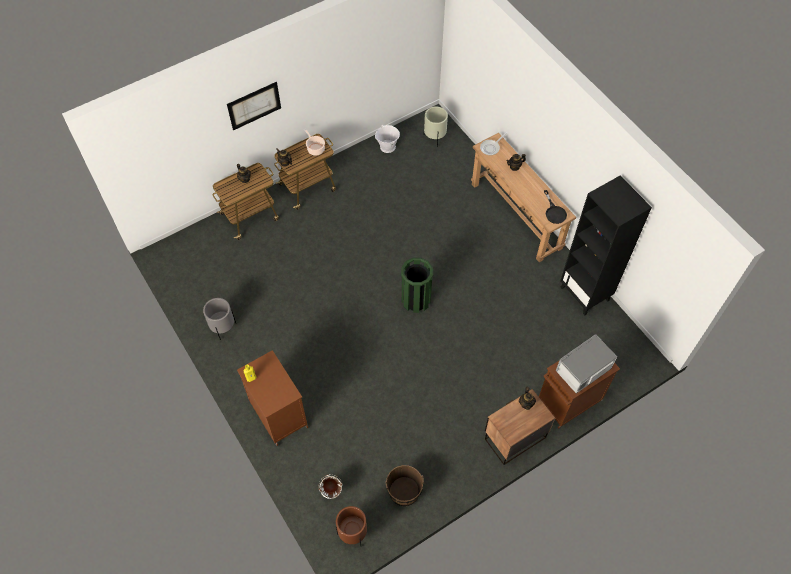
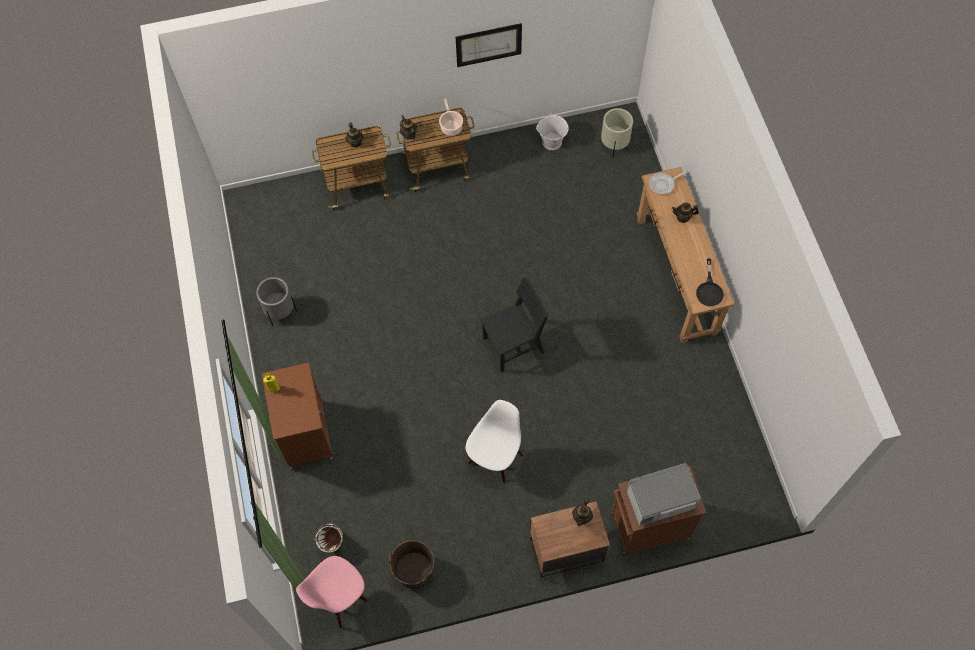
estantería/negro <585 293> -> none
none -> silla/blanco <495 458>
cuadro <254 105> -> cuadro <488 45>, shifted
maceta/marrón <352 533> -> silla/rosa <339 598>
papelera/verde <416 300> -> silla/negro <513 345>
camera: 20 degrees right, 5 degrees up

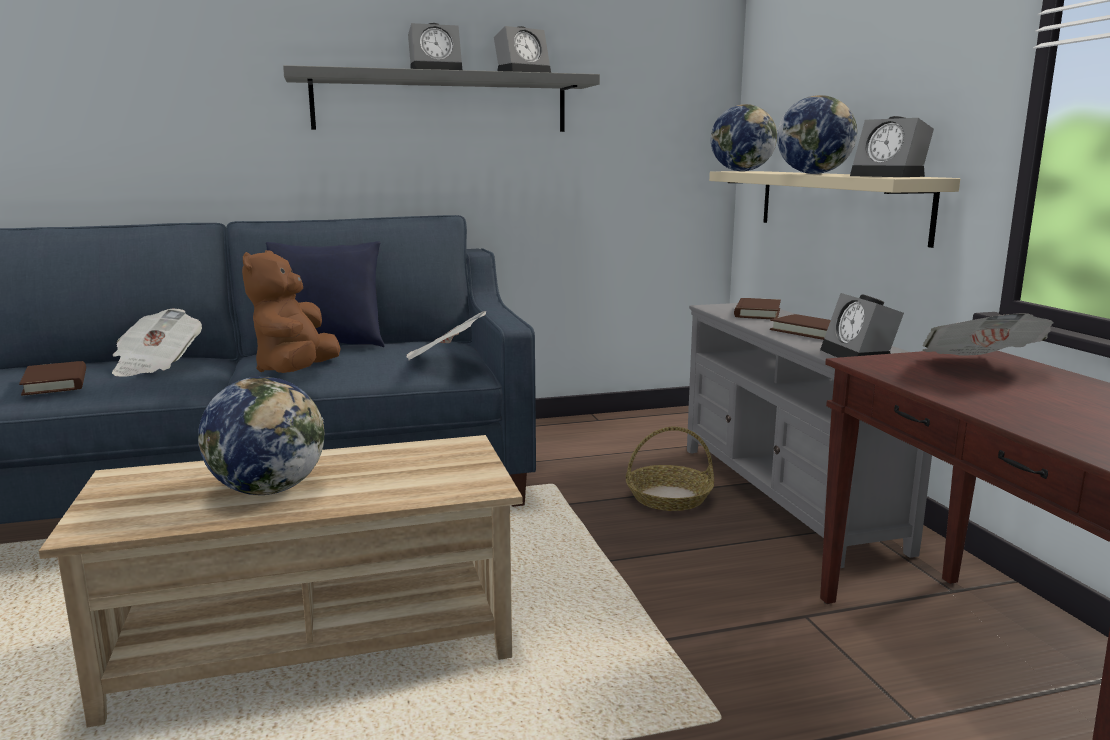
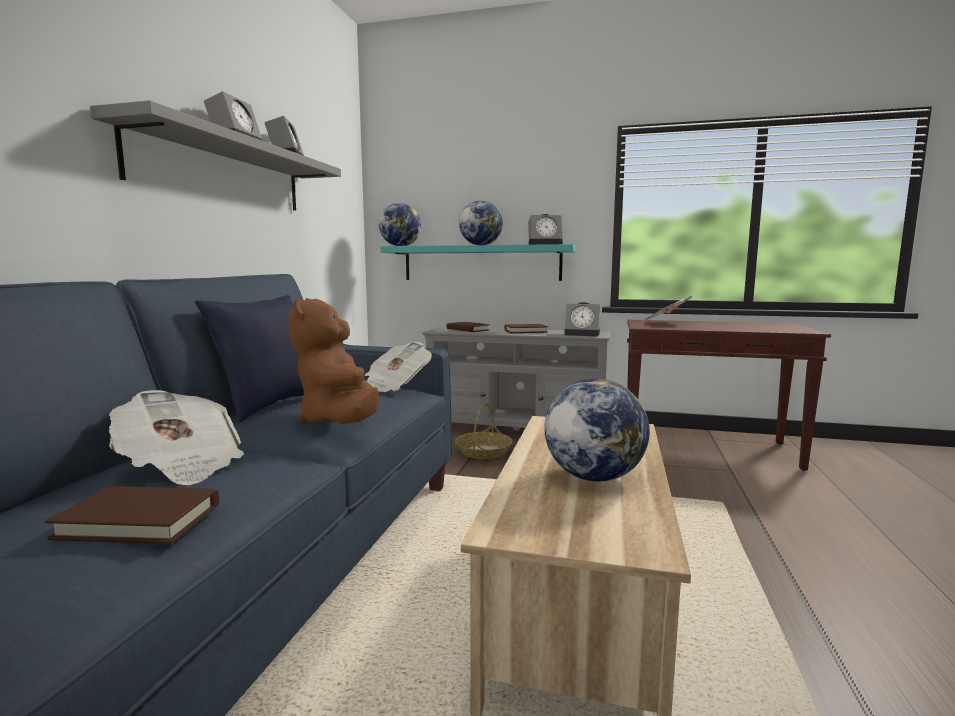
estante/beis <838 203> -> estante/turquesa <481 263>
peluche/marrón <296 372> -> peluche/marrón <341 422>, 45 degrees clockwise
camera: 60 degrees left, 5 degrees down

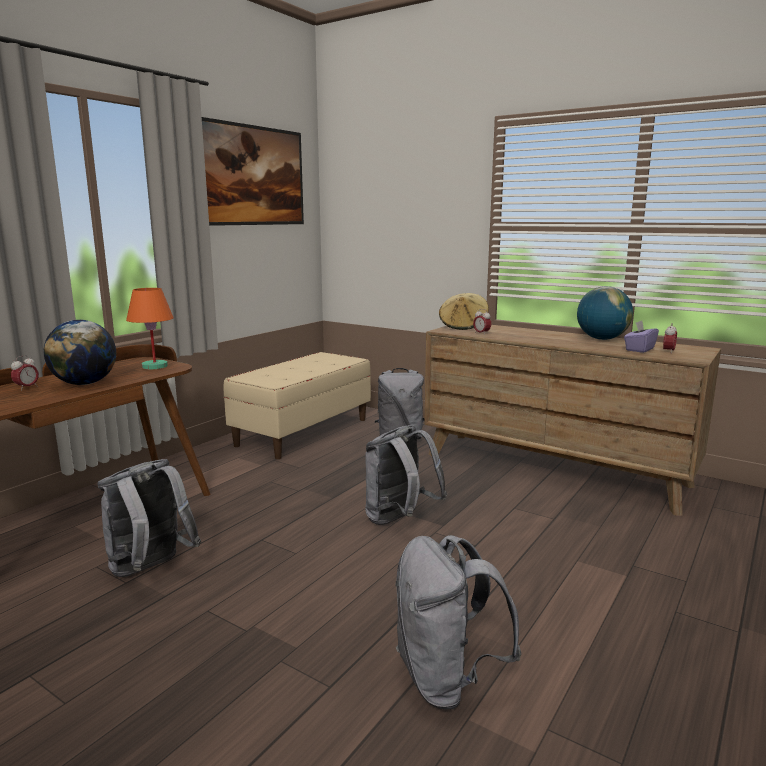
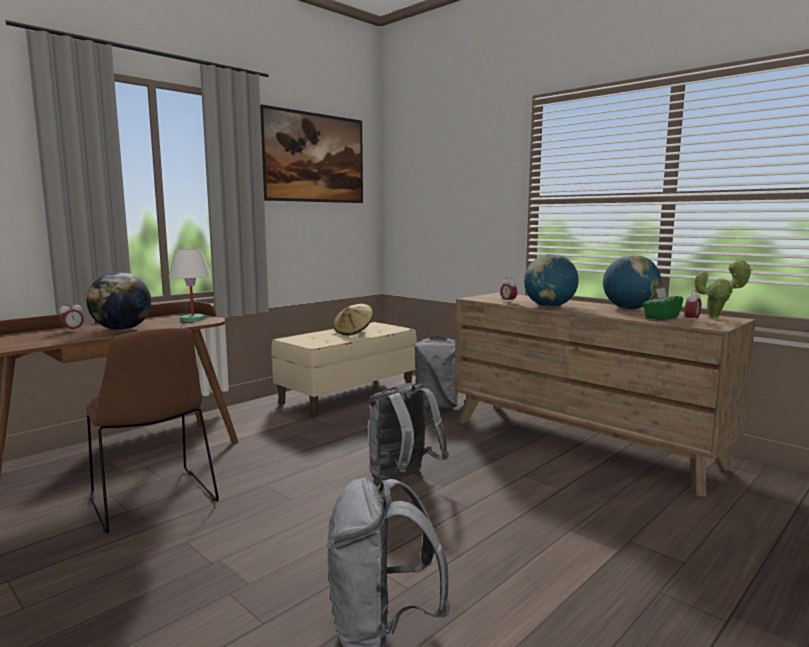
none -> globo terráqueo <549 306>
none -> planta en maceta <717 318>
sombrero/beis <463 326> -> sombrero/beis <353 332>, shifted
mochila/gris <150 570> -> silla/marrón <154 502>
lámpara de mesa/naranja <154 366> -> lámpara de mesa/blanco <192 319>
caja de pañuelos/morado <639 349> -> caja de pañuelos/verde <661 317>
camera: 10 degrees right, 5 degrees down

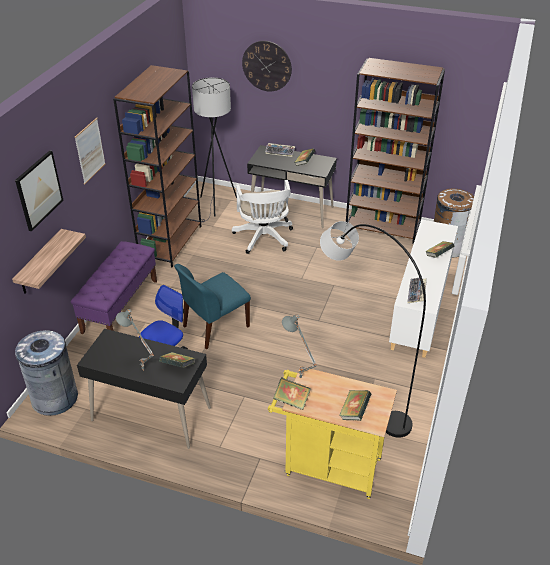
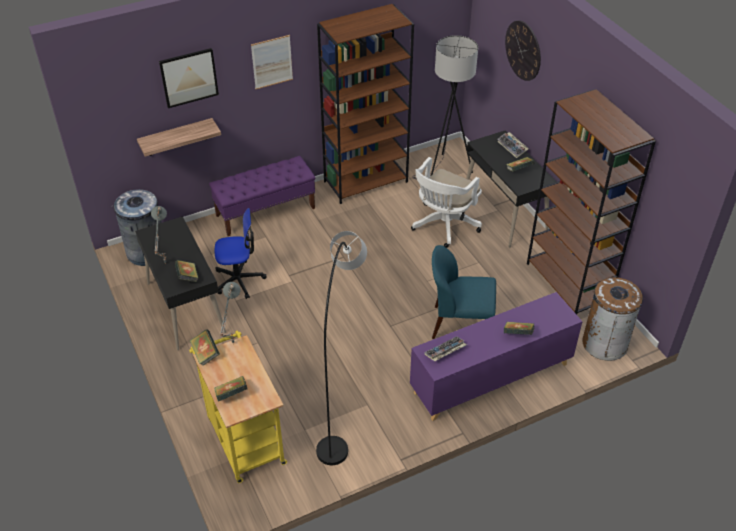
silla/azul <214 327> -> silla/azul <459 324>, shifted
armario/blanco <420 308> -> armario/morado <490 378>
camera: 45 degrees right, 5 degrees up

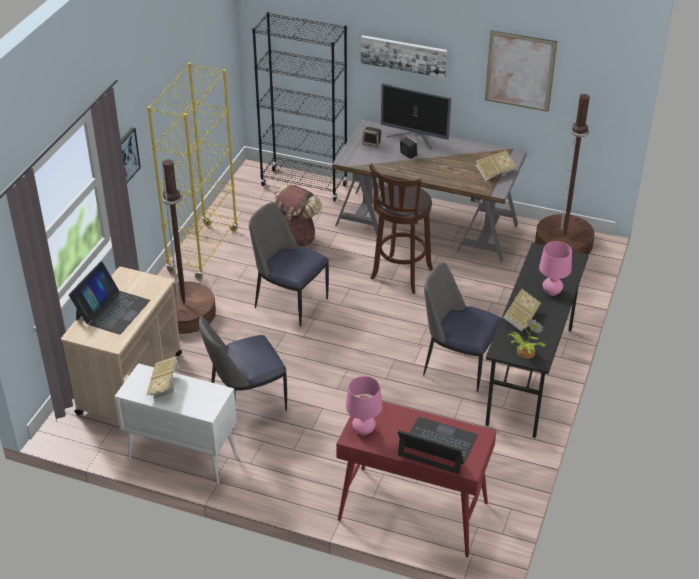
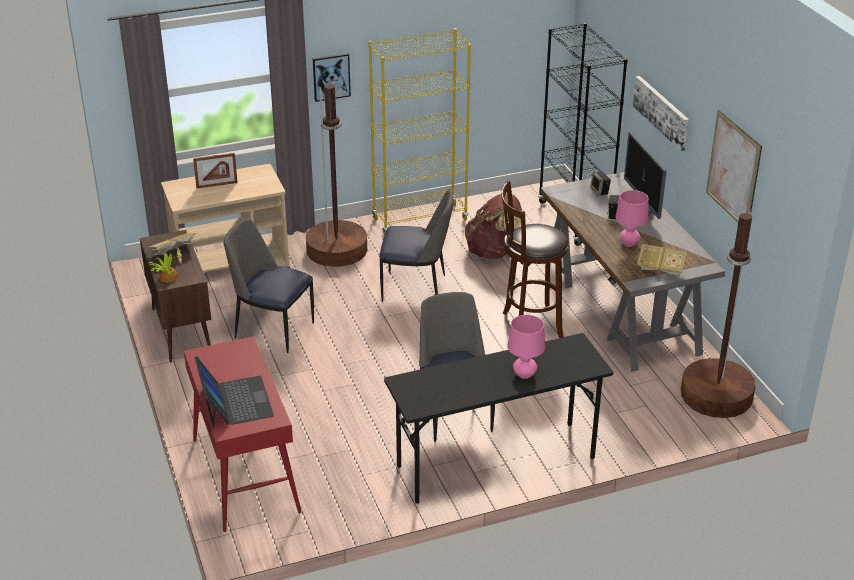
libro <520 318> -> none
lámpara de mesa/rosa <363 430> -> lámpara de mesa/rosa <629 244>, shifted
planta en maceta <524 352> -> planta en maceta <168 276>, shifted
portátil <112 310> -> portarretratos <217 185>
armario/blanco <181 456> -> armario/marrón <181 330>
silla <289 302> -> silla <416 289>, 105 degrees clockwise
camera: 50 degrees right, 5 degrees down

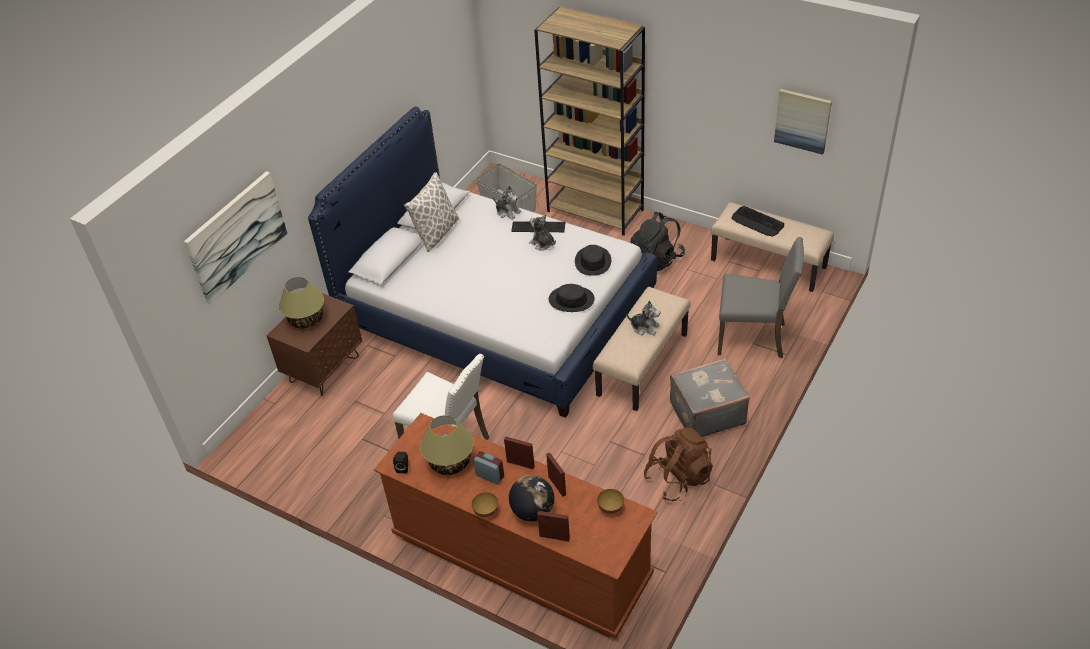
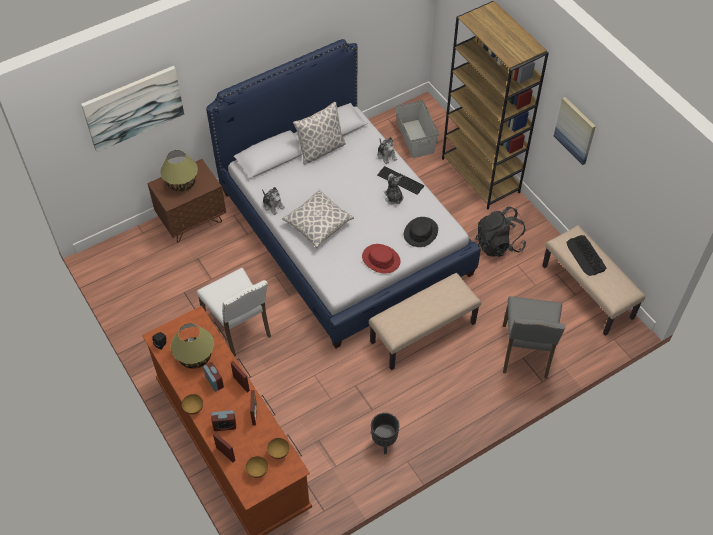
maleta/gris <706 413> -> none
none -> cuenco <257 471>
none -> cojín <318 225>
peluche <644 327> -> peluche <273 205>, shifted
cuadro <802 120> -> cuadro <575 130>, shifted
globo terráqueo <533 511> -> despertador <225 426>
mochila/marrón <678 479> -> maceta/negro <384 442>
sombrero/negro <571 299> -> sombrero/rojo <381 259>
silla/gris <753 337> -> silla/gris <526 352>, 60 degrees clockwise
camera: 25 degrees right, 10 degrees up

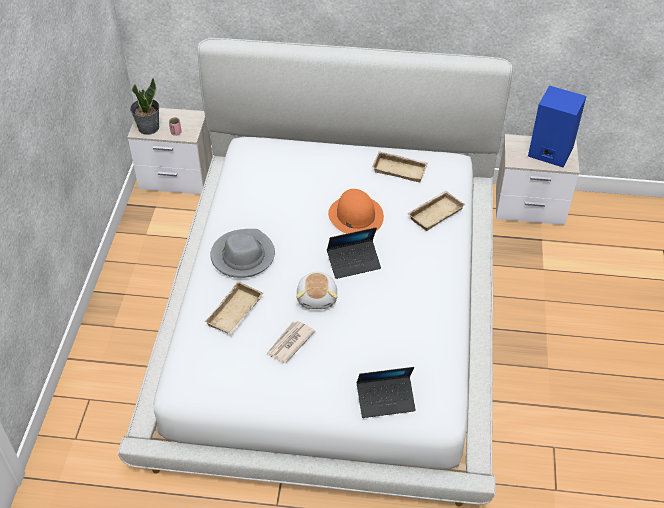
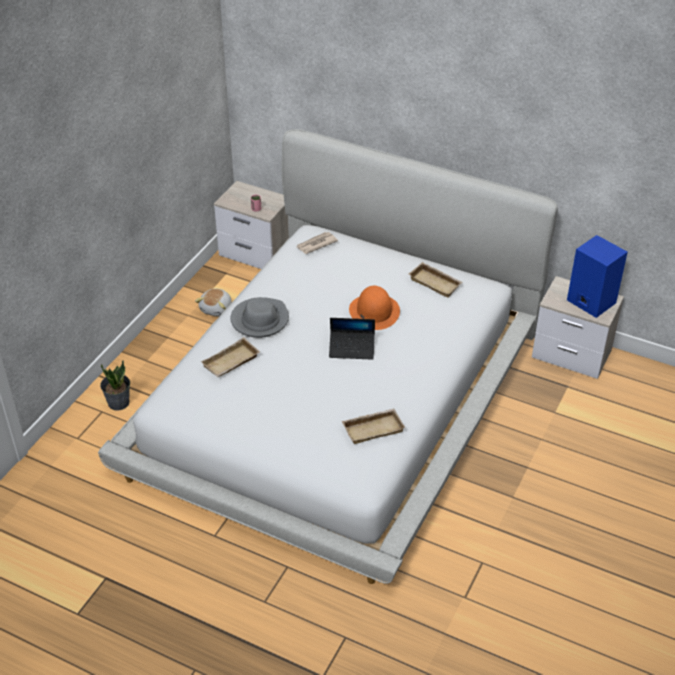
portátil <385 400> -> none
planta en maceta <148 128> -> planta en maceta <118 402>, shifted
periódico <289 343> -> periódico <316 244>, shifted
peluche <317 297> -> peluche <217 309>, shifted
bandeja/beis <435 213> -> bandeja/beis <373 428>, shifted
camera: 20 degrees right, 5 degrees down

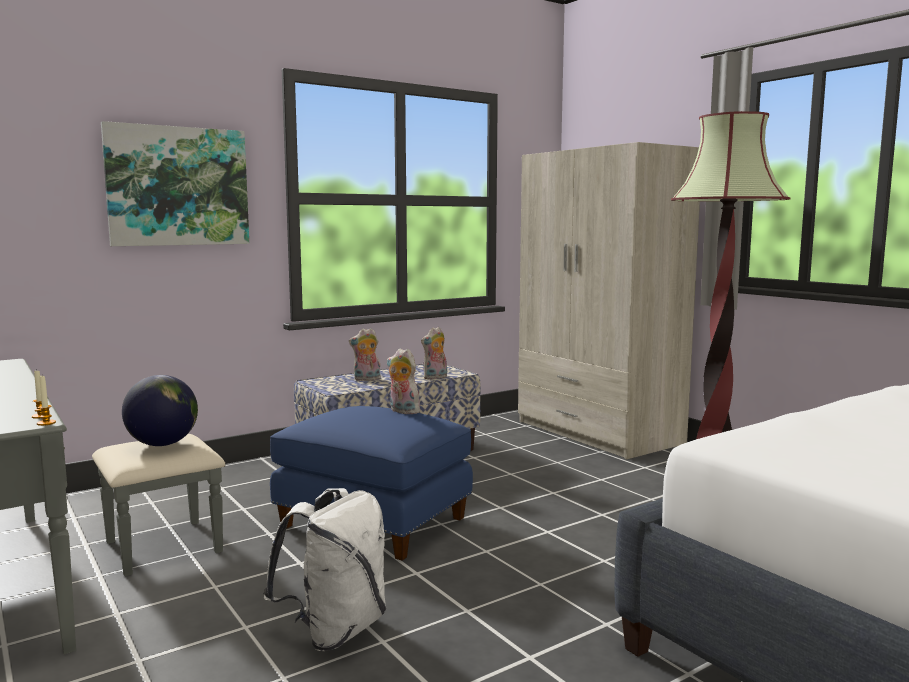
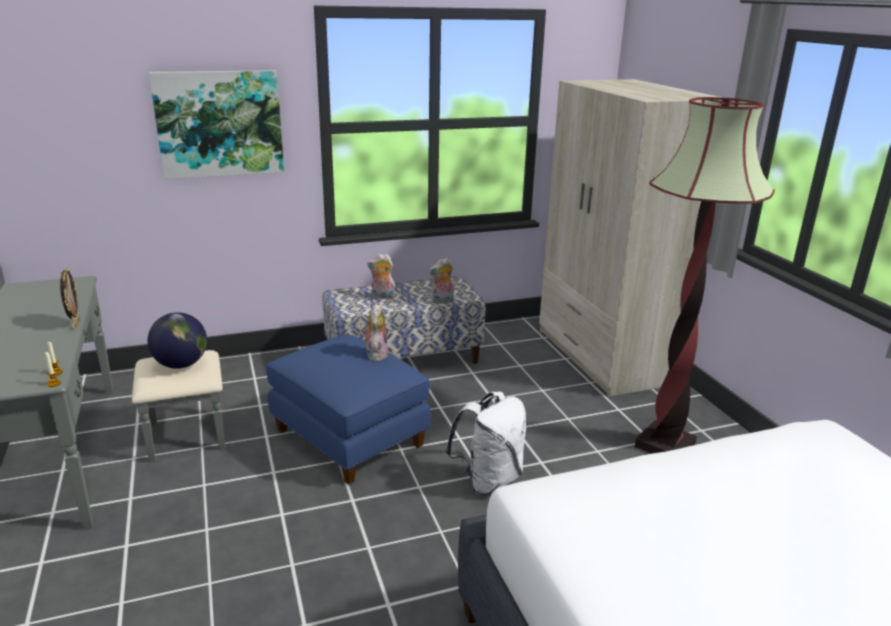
none -> portarretratos <75 324>
mochila/blanco <335 630> -> mochila/blanco <488 480>, shifted
peluche <402 411> -> peluche <375 354>, 45 degrees clockwise
camera: 15 degrees right, 15 degrees up

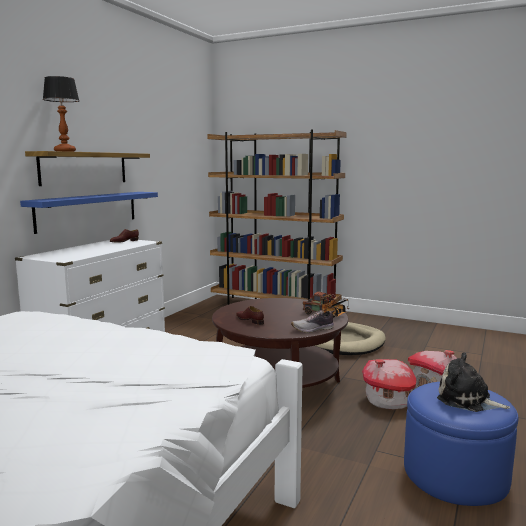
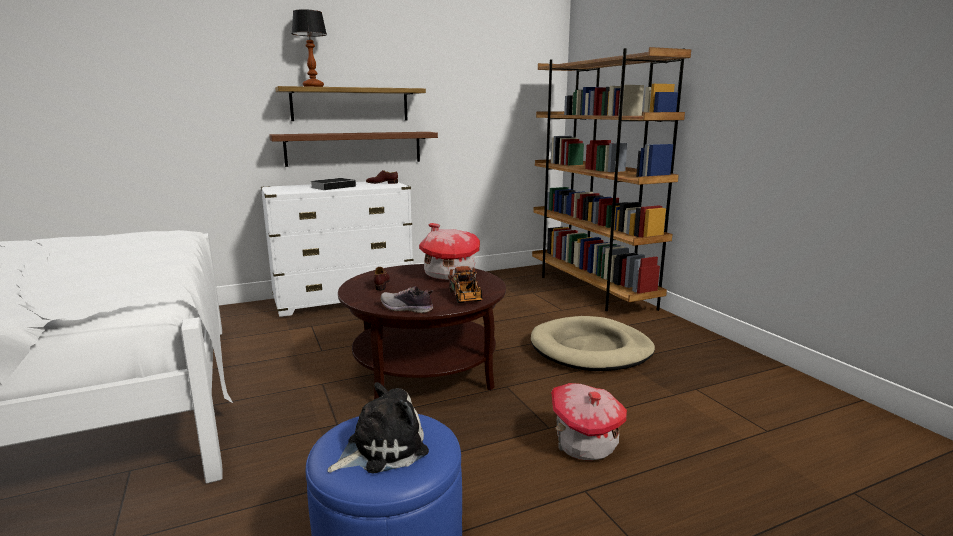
none -> libro <334 187>
casita <388 401> -> casita <448 275>, shifted
estante/azul <88 210> -> estante/marrón <354 148>
peluche <467 400> -> peluche <381 448>, 75 degrees clockwise
camera: 40 degrees right, 5 degrees up

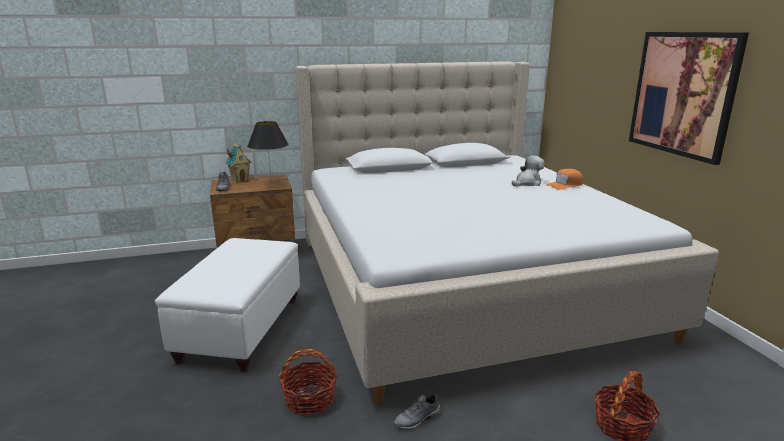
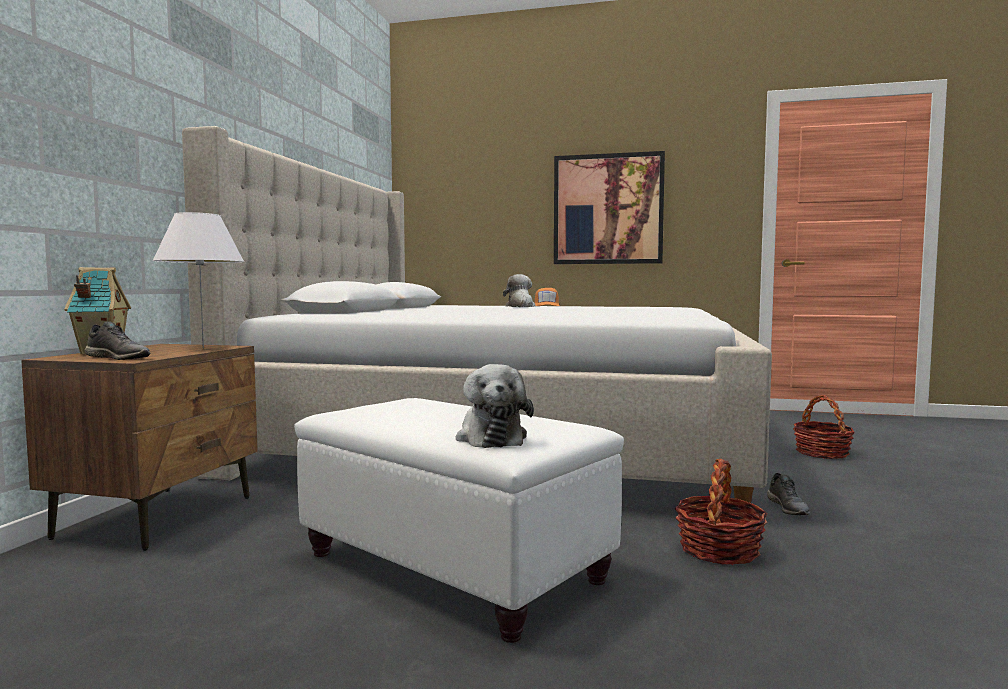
none -> peluche <491 437>
lámpara de mesa/negro <271 185> -> lámpara de mesa/blanco <202 348>
camera: 60 degrees left, 15 degrees down

